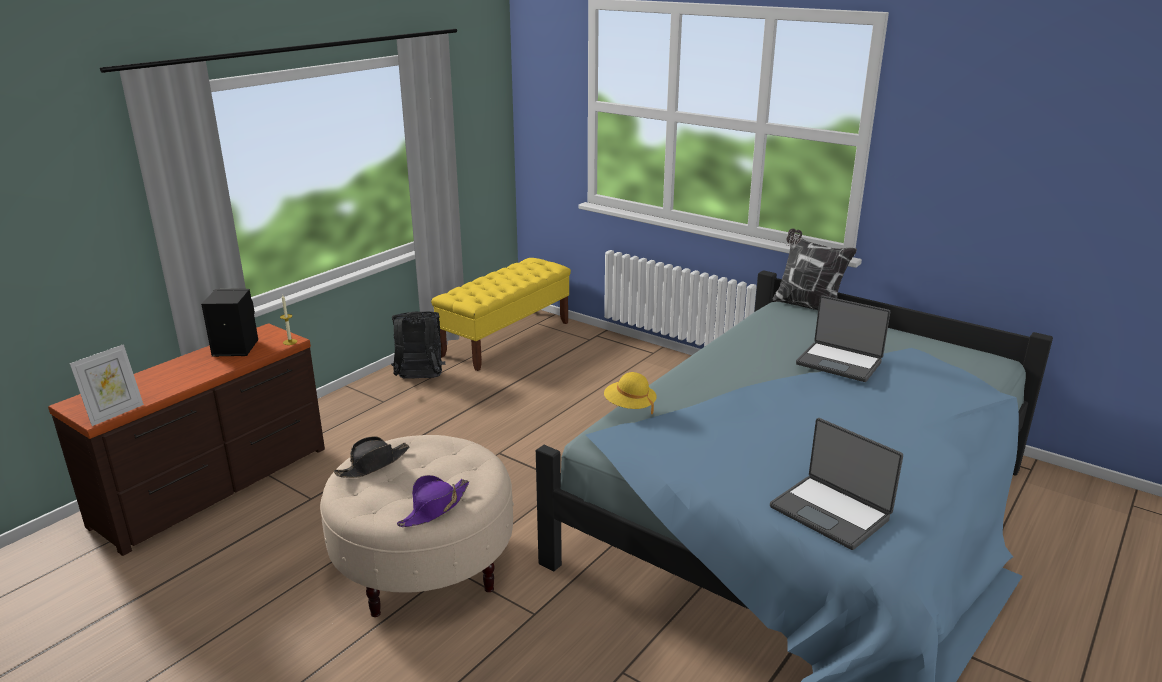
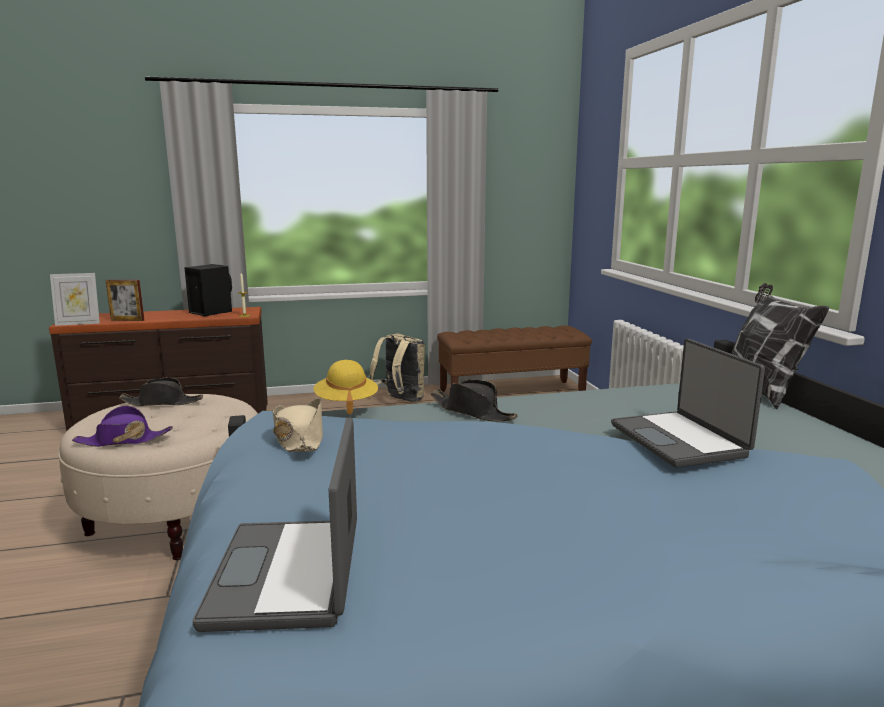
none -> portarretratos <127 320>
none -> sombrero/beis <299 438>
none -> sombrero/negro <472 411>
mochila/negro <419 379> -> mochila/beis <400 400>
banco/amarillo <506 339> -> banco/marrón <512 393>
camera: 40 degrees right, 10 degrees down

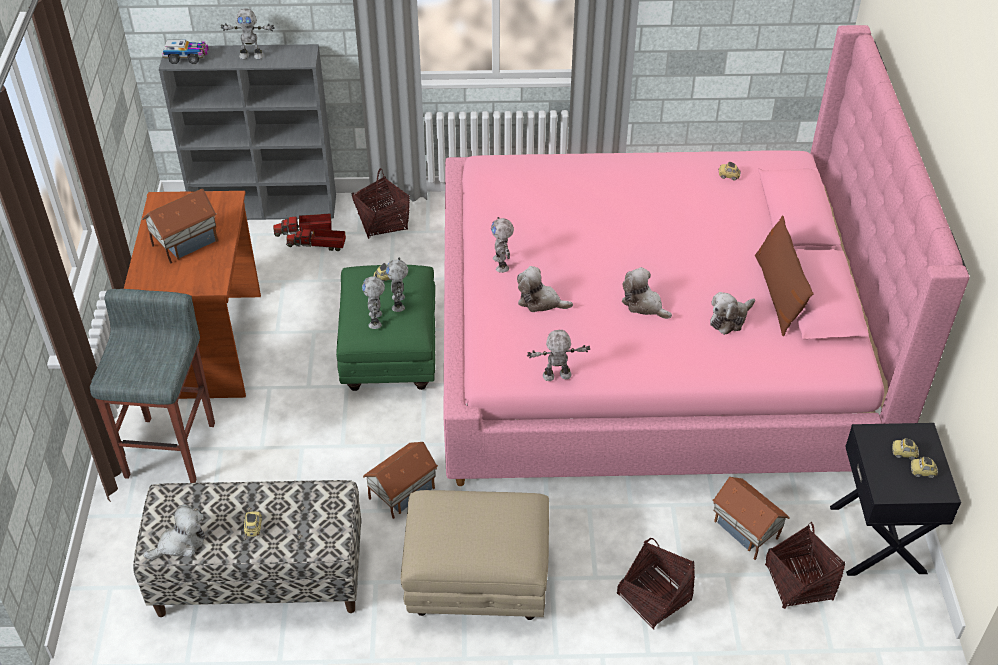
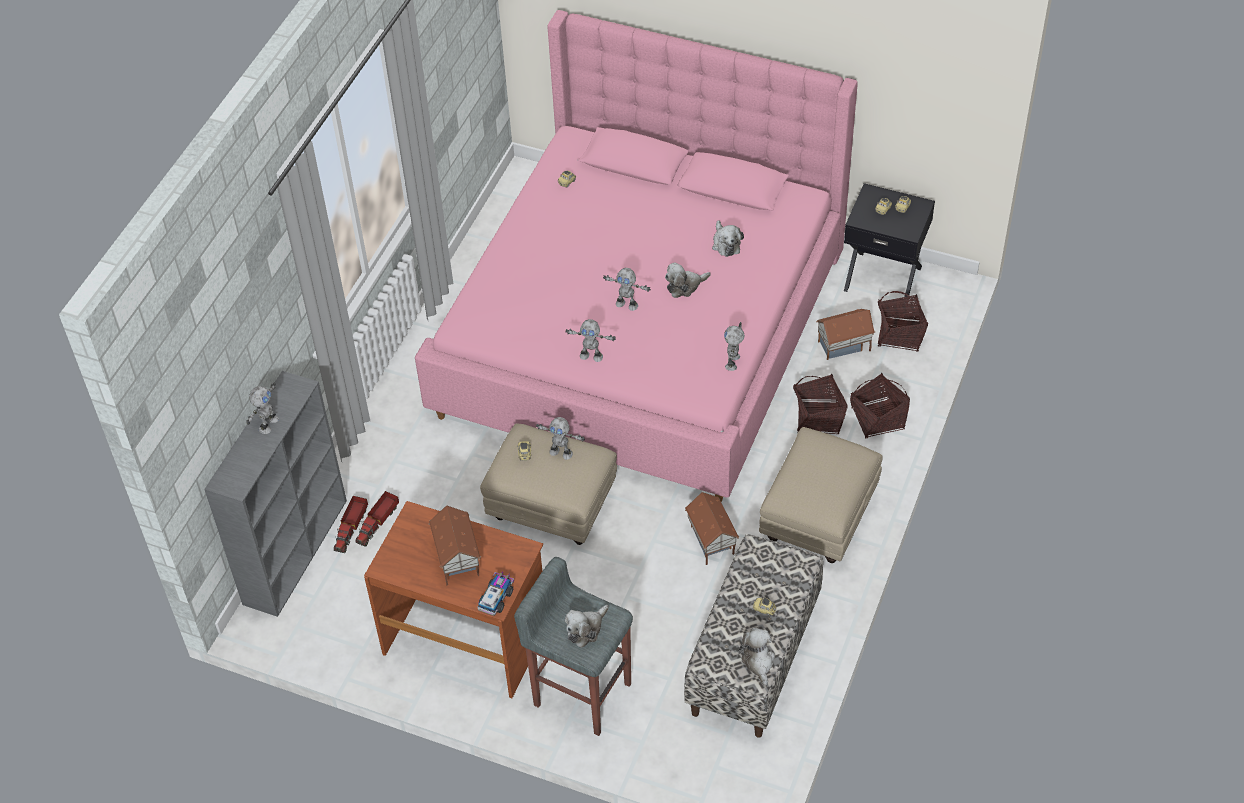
cojín/marrón <778 294> -> none
camión de juguete <187 57> -> camión de juguete <496 598>, shifted
cesta <382 222> -> cesta <818 417>, shifted
robot de juguete <376 320> -> robot de juguete <627 304>, shifted
peluche <540 301> -> peluche <586 629>, shifted
puf/verde <390 355> -> puf/beis <553 507>
camera: 65 degrees left, 5 degrees up

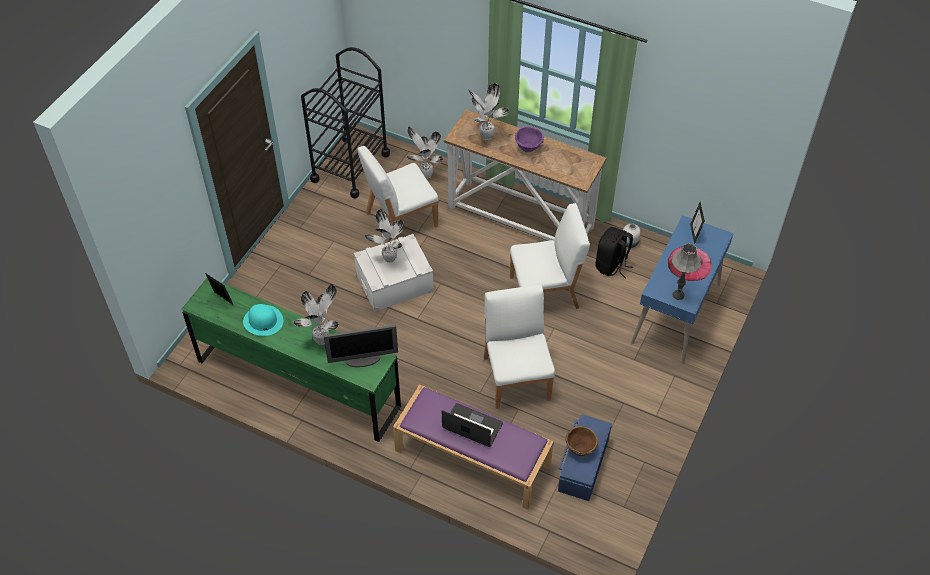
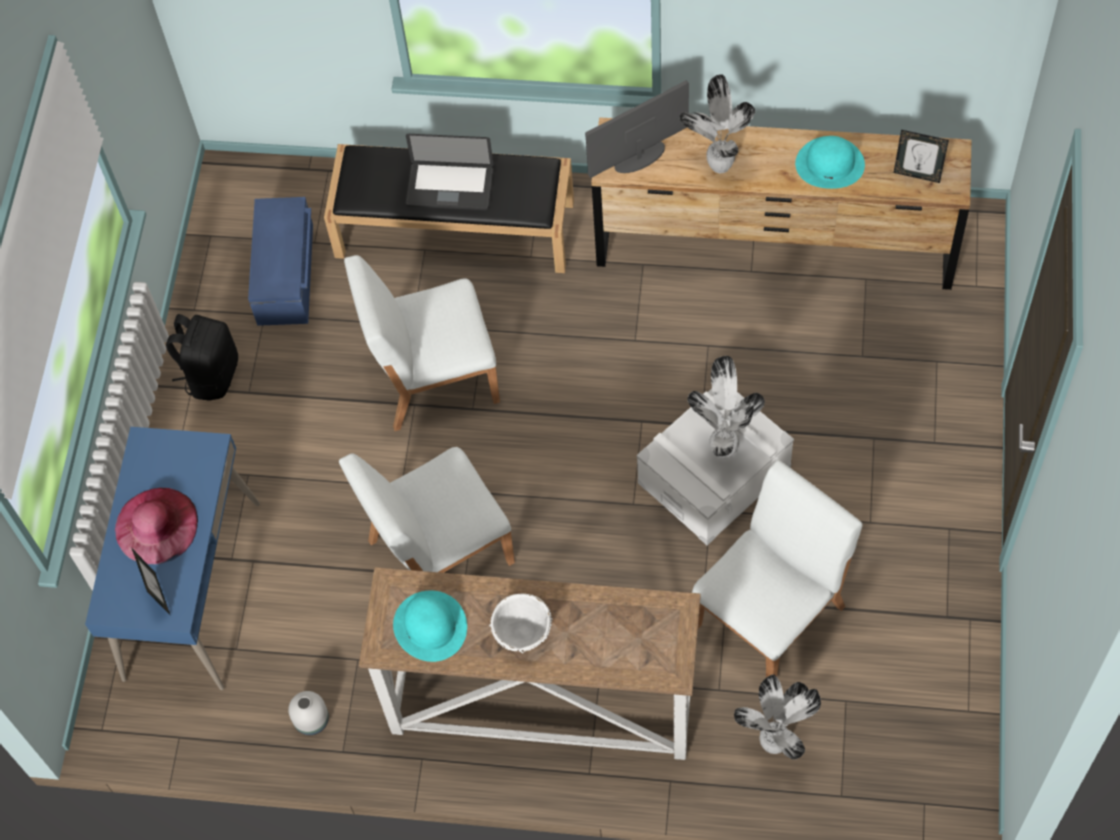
carrito/negro <350 167> -> none
planta en maceta <485 136> -> none
cuenco/marrón <580 448> -> none
lámpara de mesa/gris <678 295> -> none
none -> sombrero/turquesa <430 626>
mochila/negro <611 265> -> mochila/negro <211 374>, shifted
cómoda/verde <298 383> -> cómoda/marrón <774 247>
banco/morado <471 458> -> banco/negro <456 228>
cuenco/morado <528 147> -> cuenco/blanco <522 634>
silla/blanco <517 377> -> silla/blanco <433 376>, 105 degrees clockwise
camera: 165 degrees right, 10 degrees up

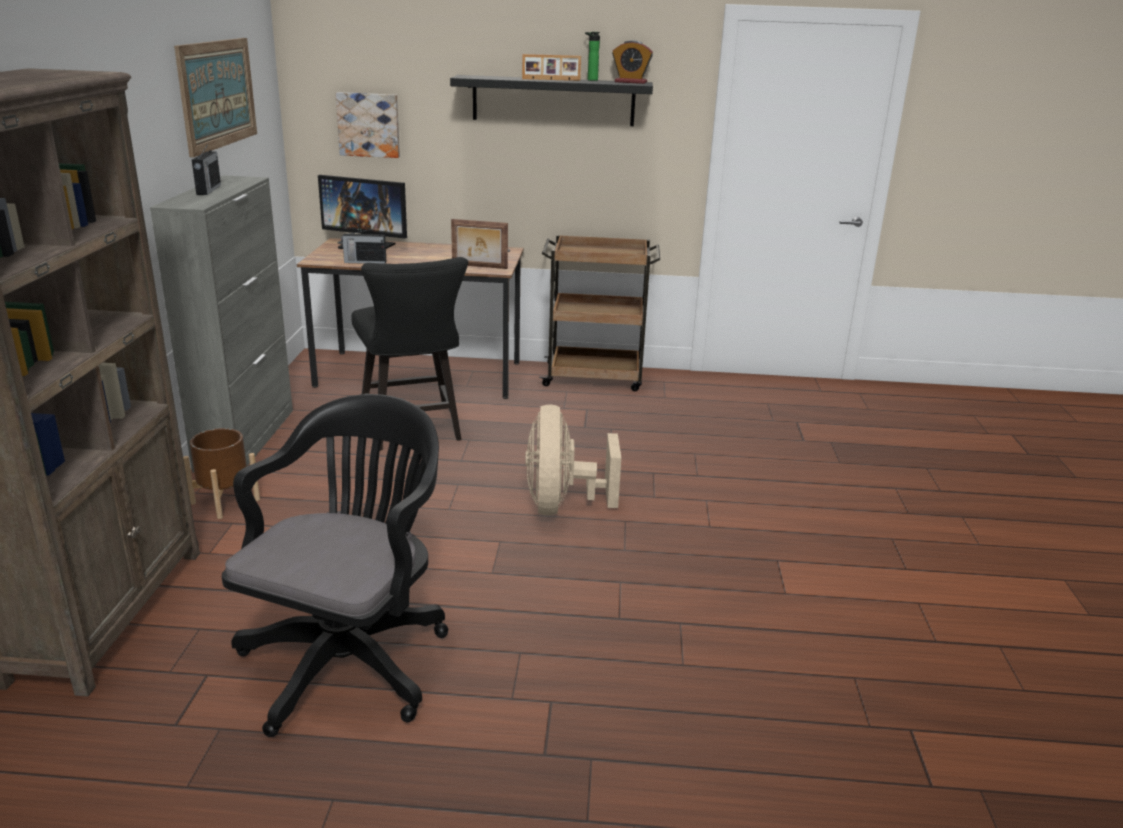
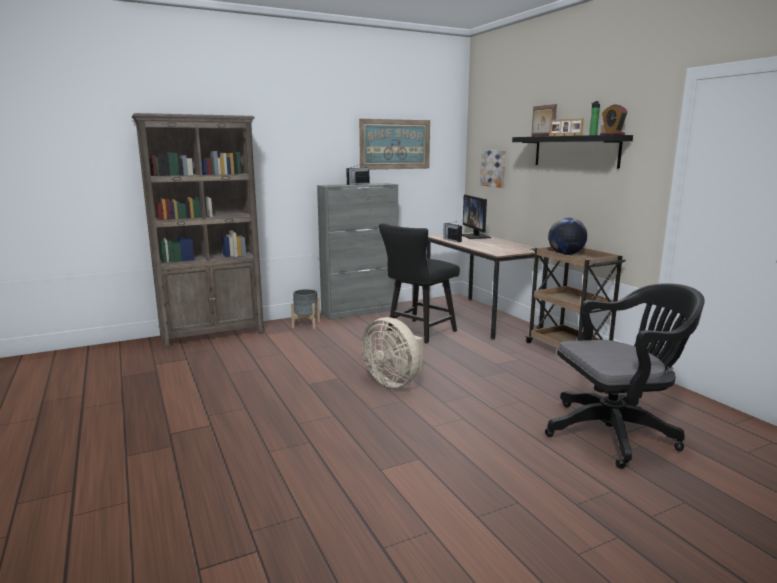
none -> globo terráqueo <565 254>
silla de oficina/negro <351 658> -> silla de oficina/negro <615 433>, shifted
portarretratos <479 266> -> portarretratos <541 136>, shifted
maceta/marrón <225 501> -> maceta/gris <306 324>
ventilador/beis <561 505> -> ventilador/beis <394 382>, 105 degrees counterclockwise
camera: 60 degrees right, 10 degrees down

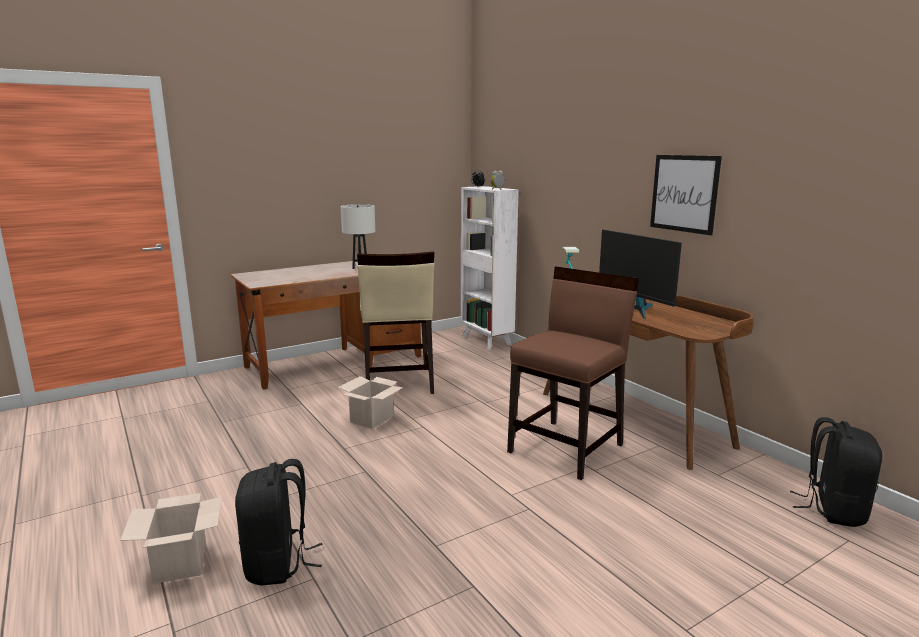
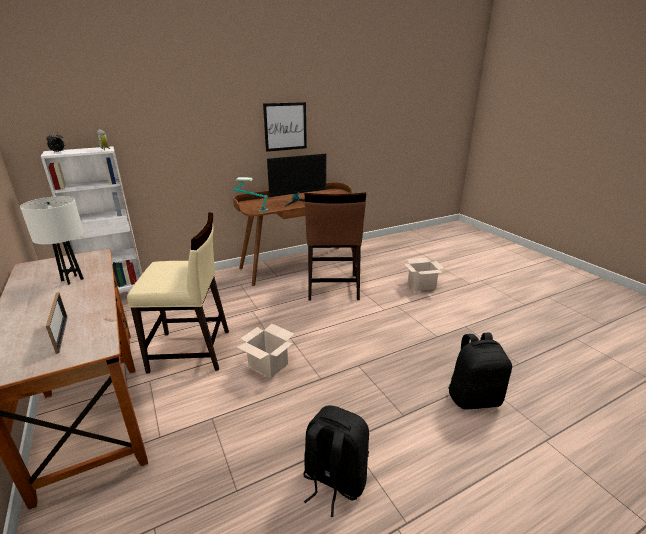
none -> portarretratos <62 334>
caja de cartón <181 563> -> caja de cartón <422 285>, shifted
mochila/negro <832 509> -> mochila/negro <333 480>, shifted
silla/marrón <567 448> -> silla/marrón <332 287>, 135 degrees counterclockwise
camera: 85 degrees left, 10 degrees up

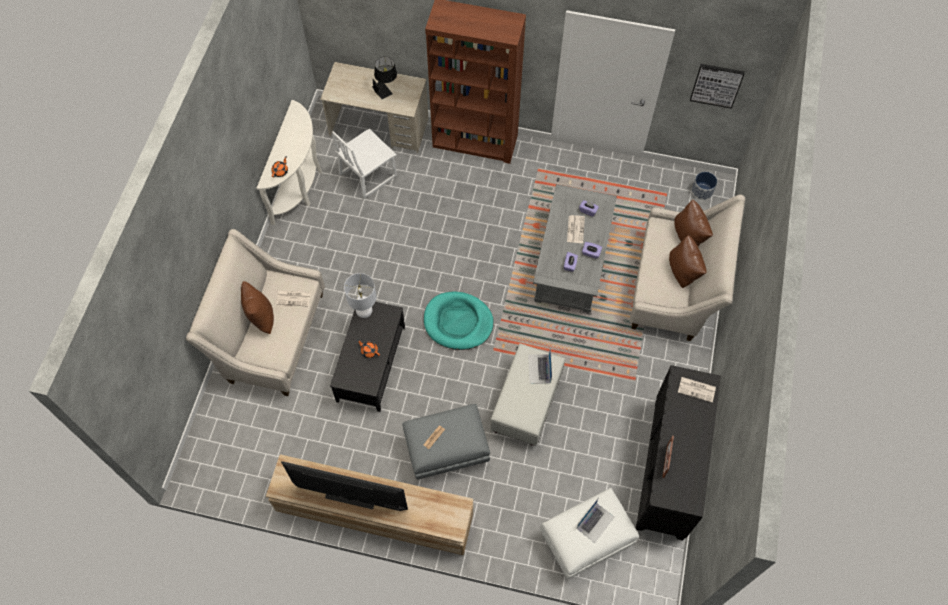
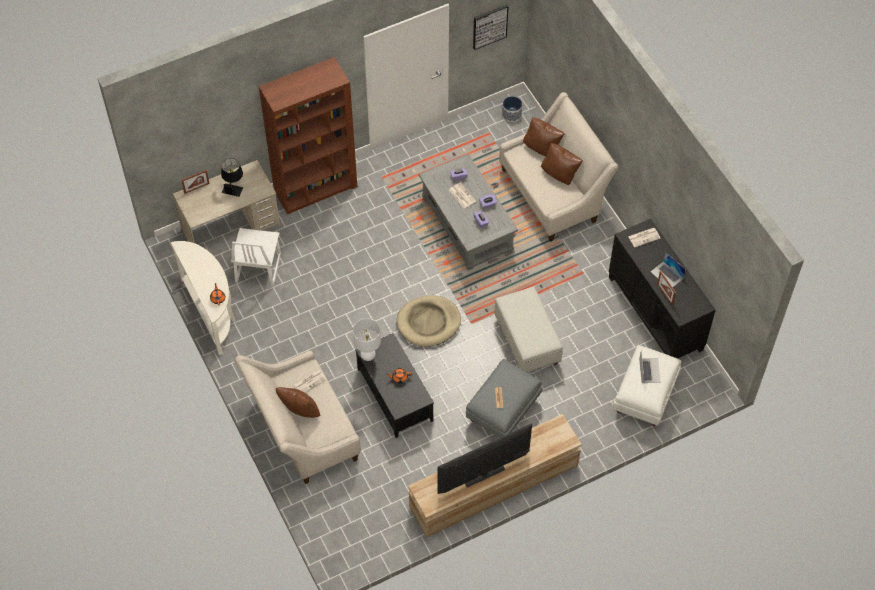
none -> portarretratos <196 188>
portátil <539 369> -> portátil <667 275>, shifted
cama para perro/turquesa <458 322> -> cama para perro/beis <428 323>
camera: 40 degrees left, 5 degrees down

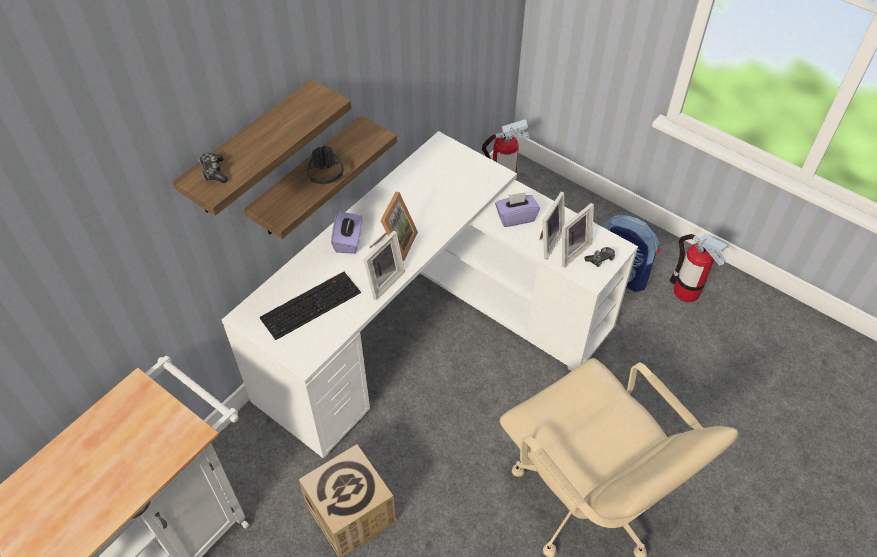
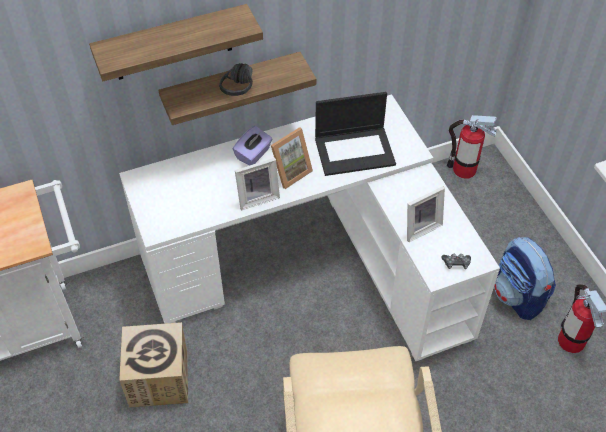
mando de consola <214 172> -> none
teclado <311 304> -> none
caja de pañuelos/morado <515 217> -> none
portarretratos <570 250> -> none
none -> portátil <355 150>
camera: 30 degrees right, 0 degrees up

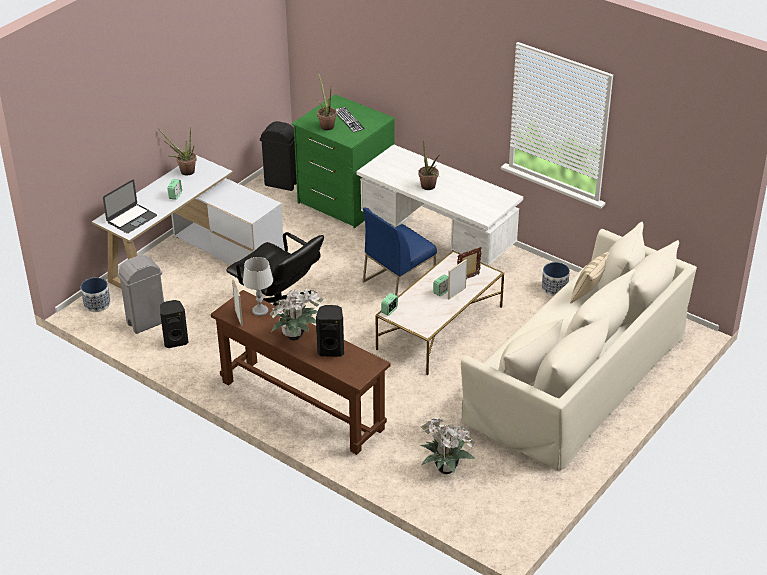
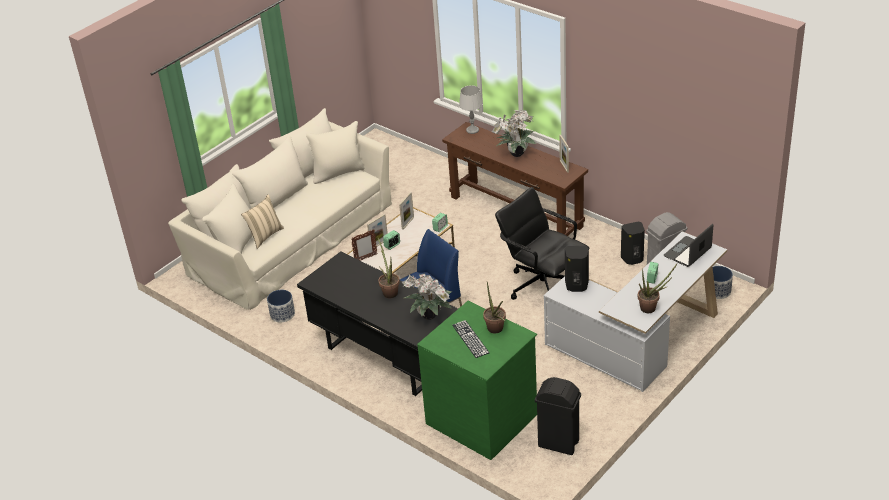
none -> portarretratos <408 223>
lámpara de mesa/gris <260 311> -> lámpara de mesa/gris <472 130>, shifted
altavoz/negro <331 350> -> altavoz/negro <576 286>, shifted
planta en maceta <444 468> -> planta en maceta <430 316>, shifted
escritorio/blanco <438 247> -> escritorio/negro <385 358>
camera: 175 degrees left, 0 degrees up

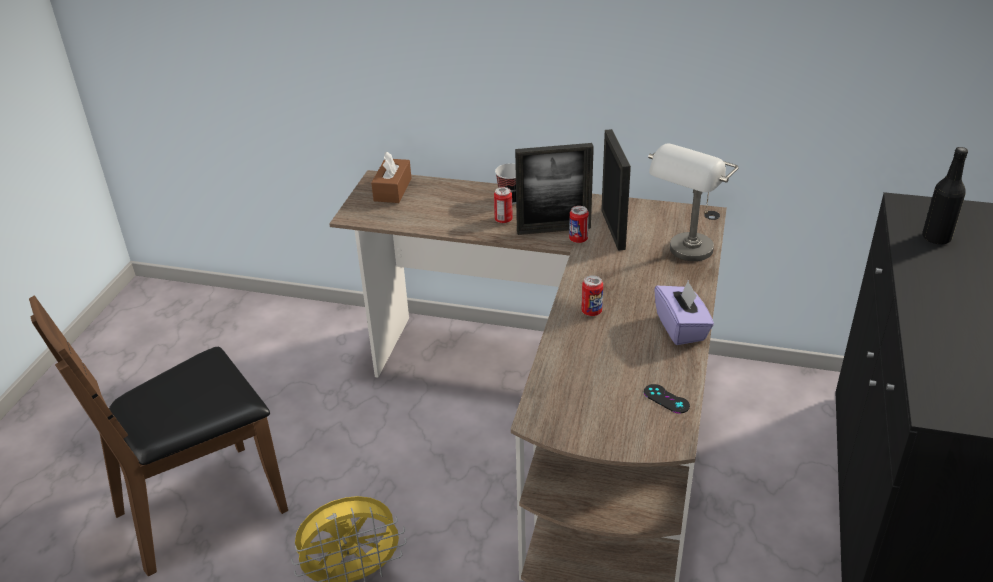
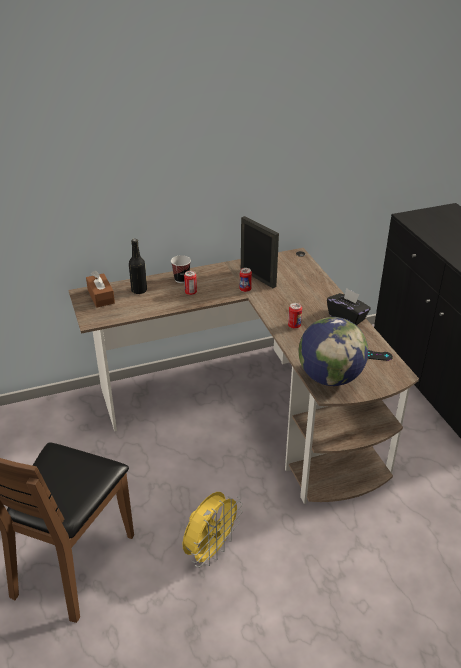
portarretratos <553 229> -> none
lámpara de mesa/gris <685 256> -> none
none -> globo terráqueo <330 377>
botella/negro <936 238> -> botella/negro <139 290>, shifted
caja de pañuelos/morado <681 328> -> caja de pañuelos/negro <347 317>
camera: 35 degrees left, 0 degrees up

